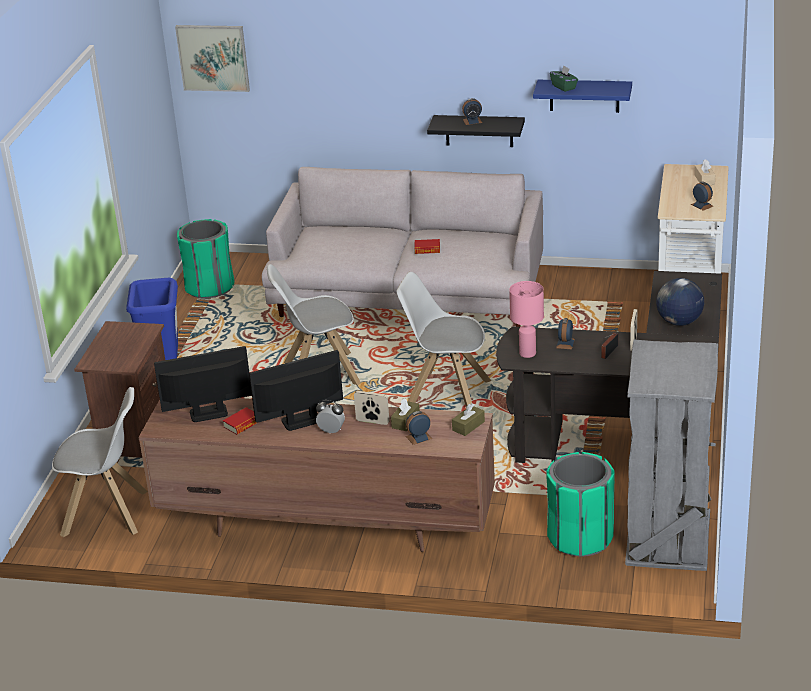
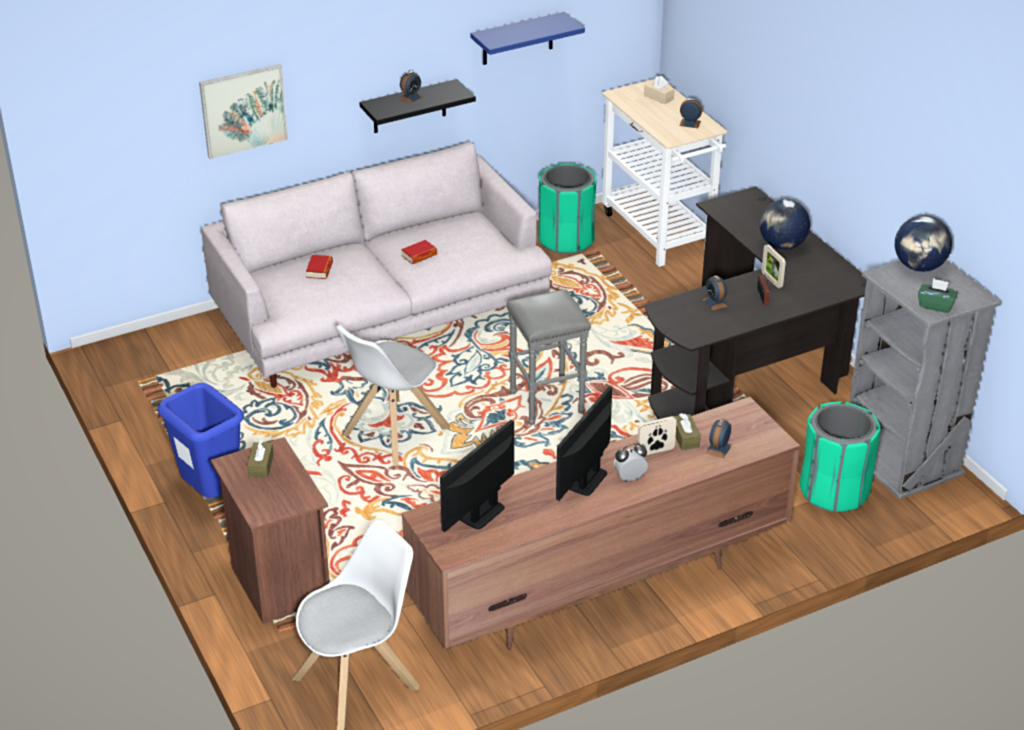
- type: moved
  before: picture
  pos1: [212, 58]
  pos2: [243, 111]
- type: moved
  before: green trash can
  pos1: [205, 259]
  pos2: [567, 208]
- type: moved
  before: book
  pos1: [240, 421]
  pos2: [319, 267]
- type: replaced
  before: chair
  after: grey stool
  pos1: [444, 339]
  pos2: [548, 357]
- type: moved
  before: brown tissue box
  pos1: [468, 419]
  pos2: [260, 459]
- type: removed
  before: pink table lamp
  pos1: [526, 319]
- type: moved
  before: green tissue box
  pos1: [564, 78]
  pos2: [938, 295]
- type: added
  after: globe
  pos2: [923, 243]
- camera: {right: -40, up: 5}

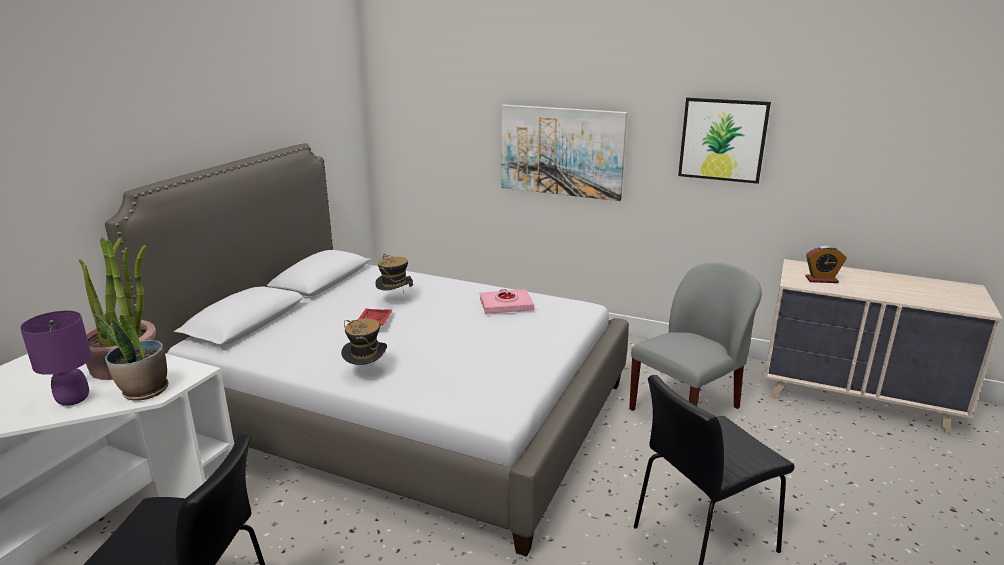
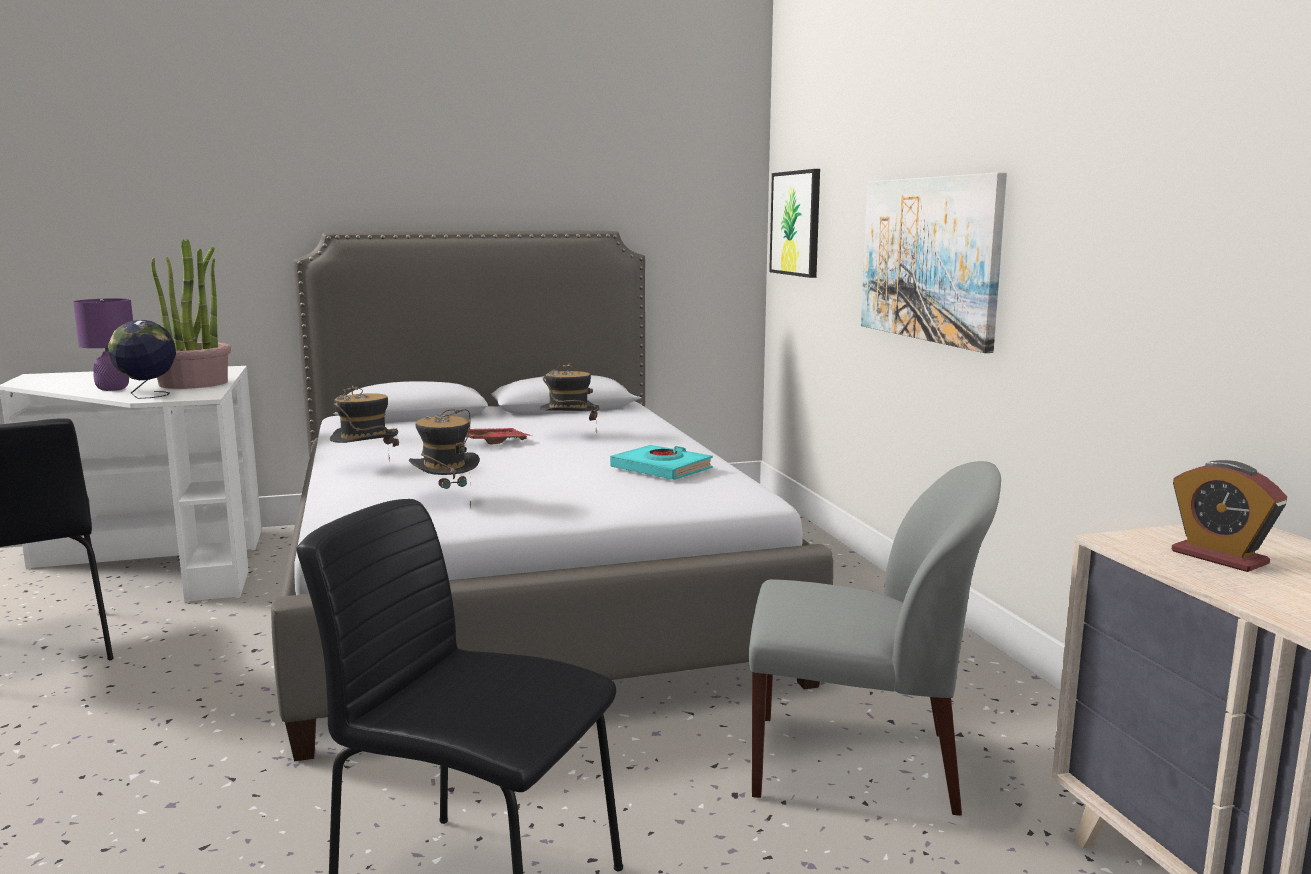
- type: replaced
  before: potted plant
  after: globe
  pos1: [132, 358]
  pos2: [142, 359]
- type: recoloured
  before: pink book
  after: turquoise book
  pos1: [507, 301]
  pos2: [661, 462]
- type: moved
  before: picture
  pos1: [724, 141]
  pos2: [794, 223]
- type: added
  after: hat
  pos2: [444, 458]
- camera: {right: 50, up: -10}

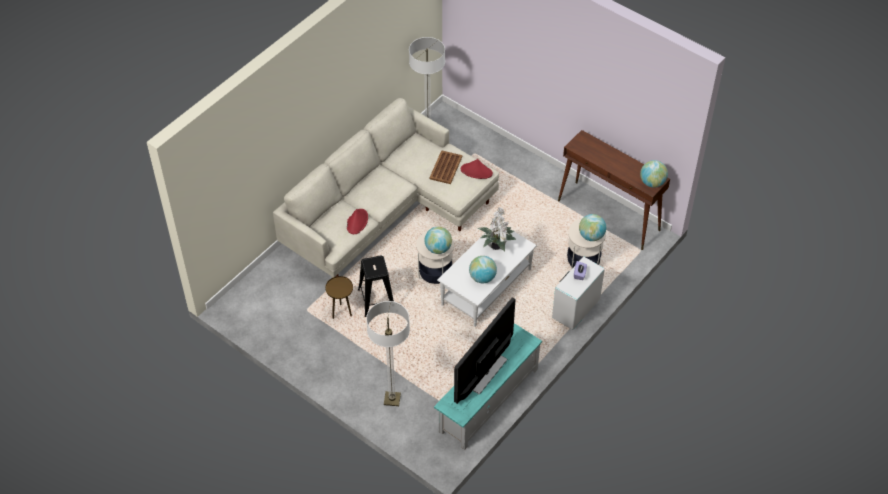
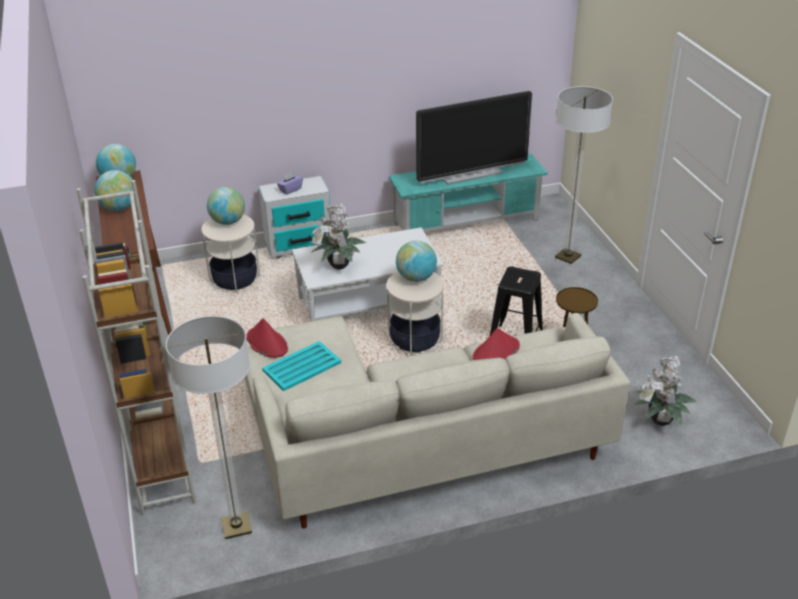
- type: recoloured
  before: brown tray
  after: turquoise tray
  pos1: [445, 167]
  pos2: [301, 366]
- type: moved
  before: globe
  pos1: [483, 269]
  pos2: [114, 190]
- type: added
  after: brown bookcase
  pos2: [136, 347]
- type: added
  after: potted plant
  pos2: [665, 390]
- camera: {right: -145, up: -15}

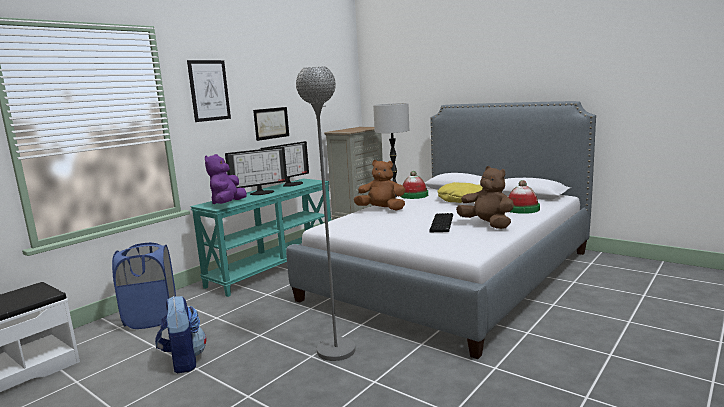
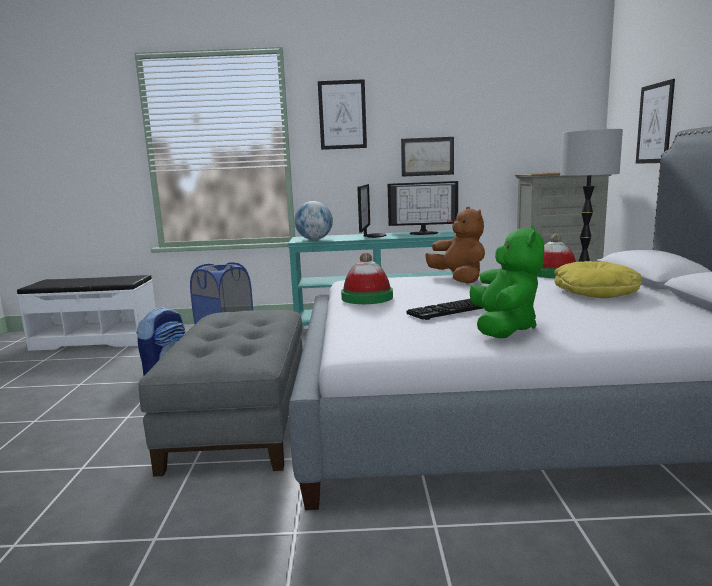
- type: replaced
  before: purple plush toy
  after: globe
  pos1: [226, 179]
  pos2: [313, 220]
- type: turned
  before: monitor
  pos1: [256, 171]
  pos2: [372, 211]
  turn: -105
- type: replaced
  before: grey floor lamp
  after: grey ottoman
  pos1: [326, 214]
  pos2: [220, 393]
- type: recoloured
  before: brown plush toy
  after: green plush toy
  pos1: [485, 197]
  pos2: [506, 281]
- type: moved
  before: hat
  pos1: [524, 197]
  pos2: [367, 278]
- type: added
  after: picture
  pos2: [655, 121]
- camera: {right: 50, up: 0}

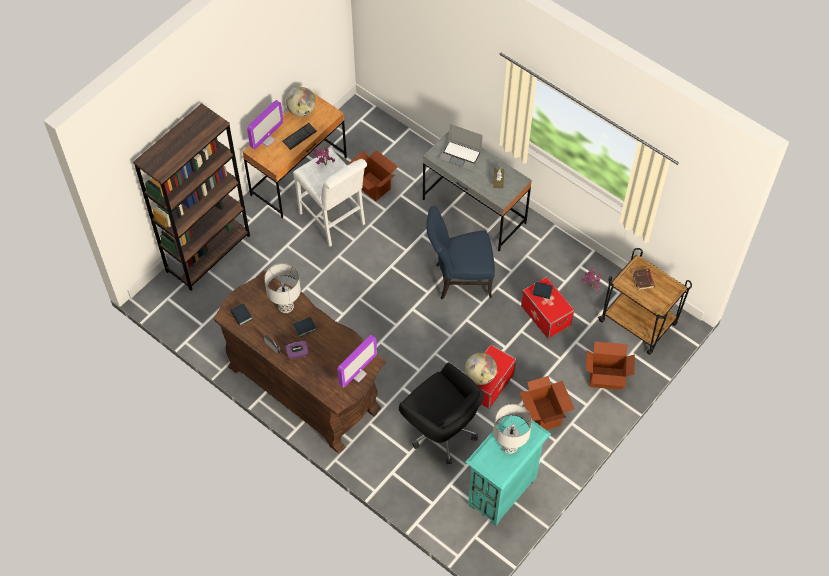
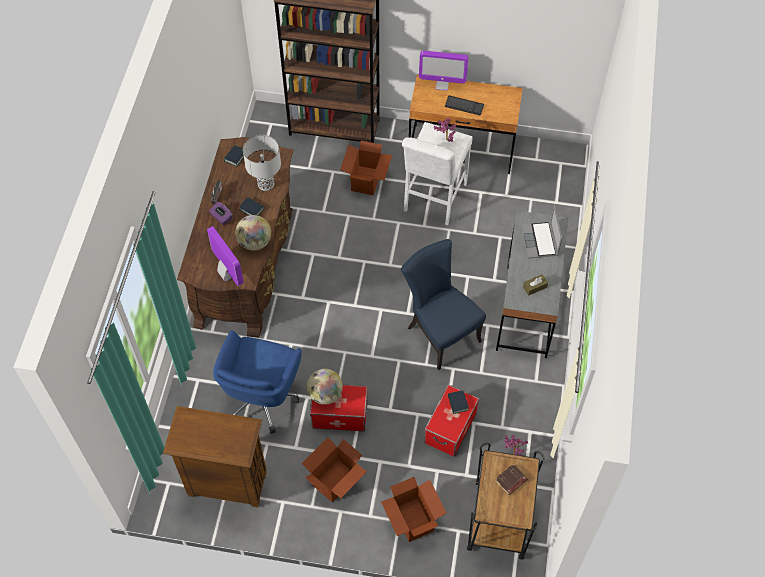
- type: moved
  before: globe
  pos1: [301, 102]
  pos2: [253, 233]
- type: turned
  before: monitor
  pos1: [357, 361]
  pos2: [225, 256]
  turn: -135
- type: moved
  before: cardboard box
  pos1: [373, 175]
  pos2: [366, 168]
- type: recoloured
  before: black office chair
  after: blue office chair
  pos1: [441, 413]
  pos2: [257, 382]
- type: recoloured
  before: turquoise cabinet
  after: brown cabinet
  pos1: [508, 470]
  pos2: [215, 456]
- type: removed
  before: white table lamp
  pos1: [512, 429]
- camera: {right: 60, up: 0}

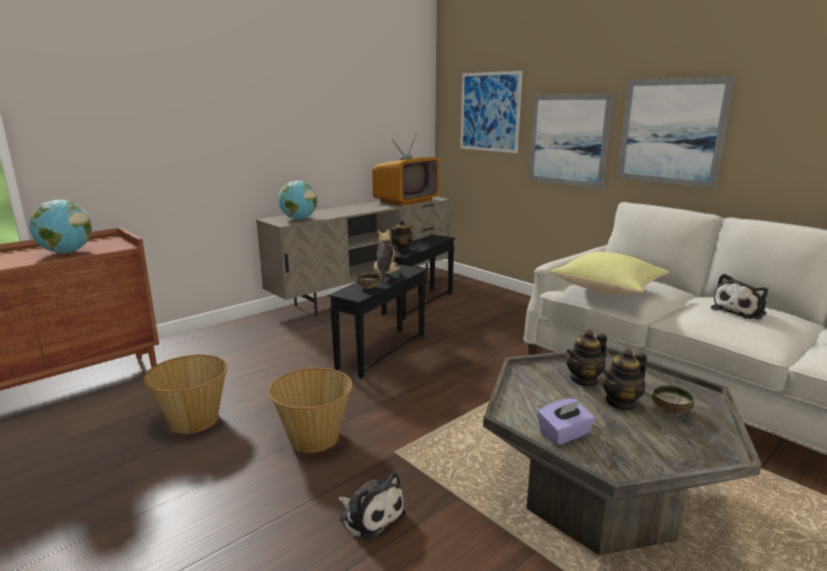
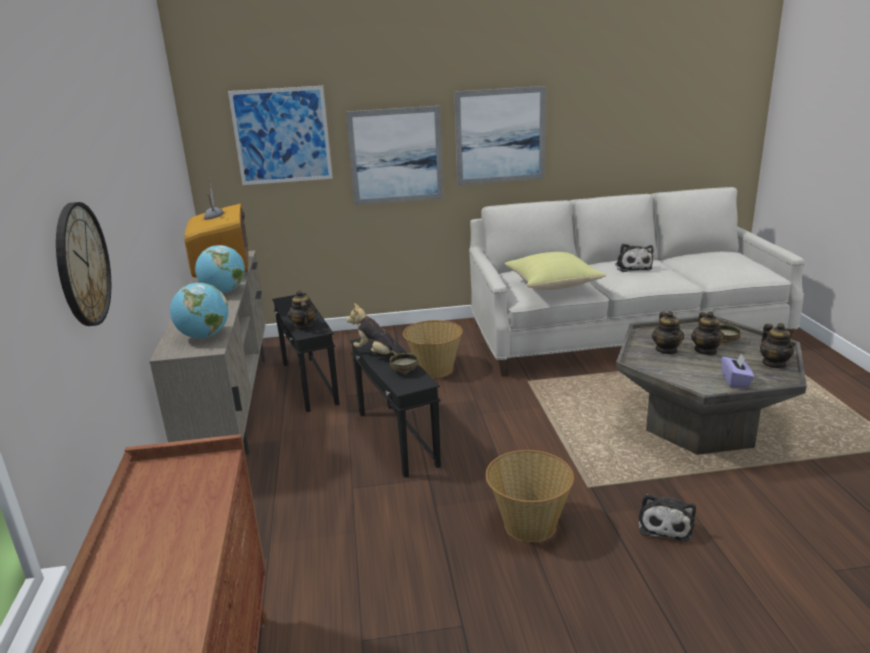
- type: moved
  before: globe
  pos1: [60, 226]
  pos2: [220, 269]
- type: moved
  before: basket
  pos1: [185, 394]
  pos2: [433, 349]
- type: turned
  before: plush toy
  pos1: [372, 506]
  pos2: [667, 518]
  turn: 120
- type: added
  after: wall clock
  pos2: [83, 264]
- type: added
  after: teapot
  pos2: [777, 346]
- camera: {right: -55, up: 5}

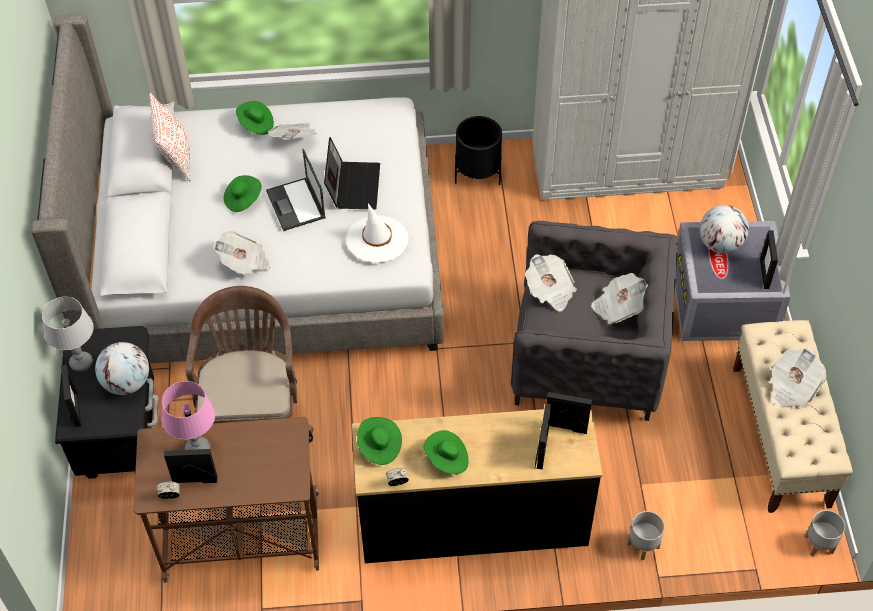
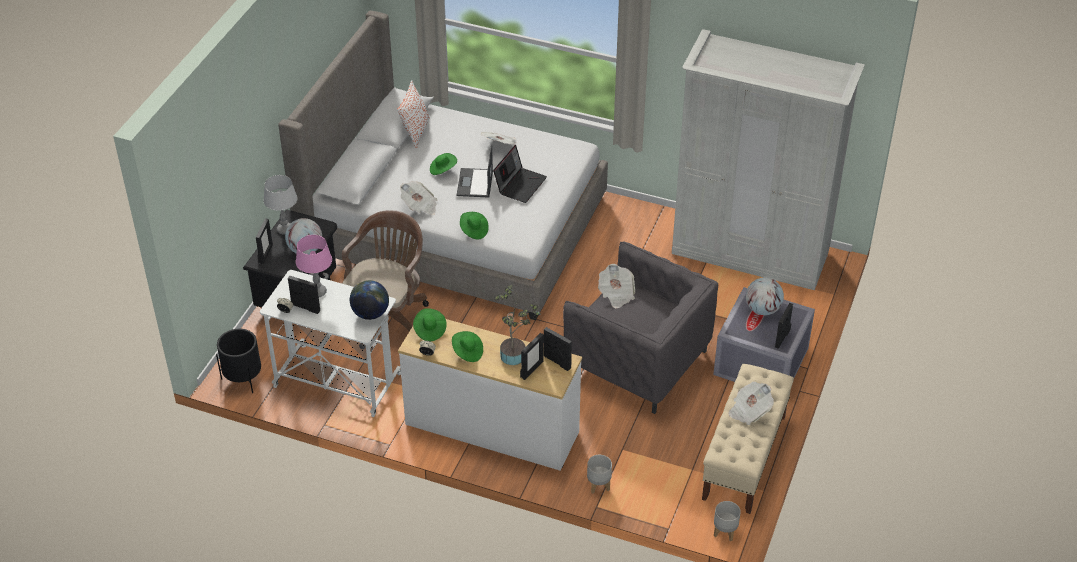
- type: recoloured
  before: brown desk
  after: white desk
  pos1: [226, 499]
  pos2: [330, 343]
- type: moved
  before: green hat
  pos1: [255, 118]
  pos2: [474, 226]
- type: removed
  before: white hat
  pos1: [377, 233]
- type: recoloured
  before: black dresser
  after: white dresser
  pos1: [477, 486]
  pos2: [490, 395]
- type: moved
  before: black planter
  pos1: [478, 150]
  pos2: [238, 361]
- type: removed
  before: newspaper
  pos1: [619, 299]
- type: added
  after: globe
  pos2: [369, 300]
- type: added
  after: potted plant
  pos2: [517, 325]
- camera: {right: 25, up: -10}

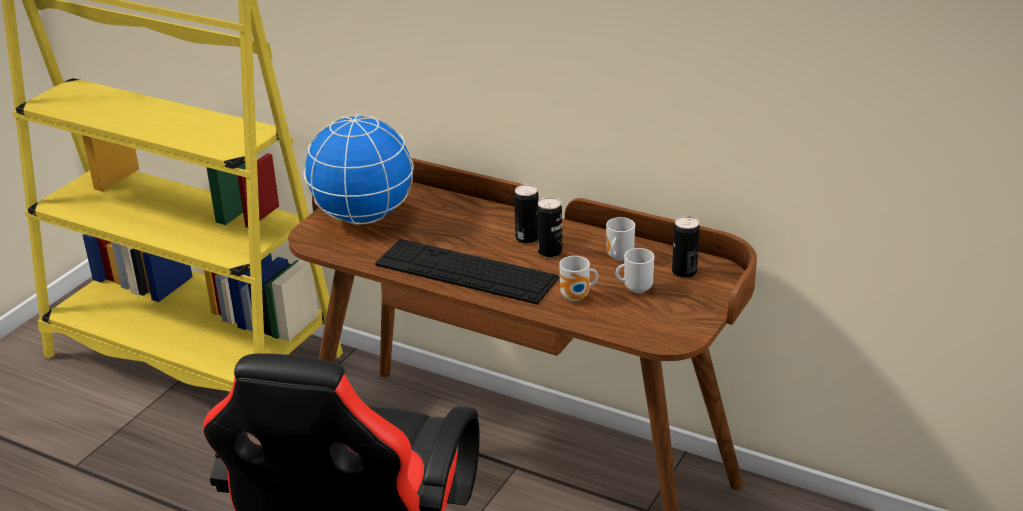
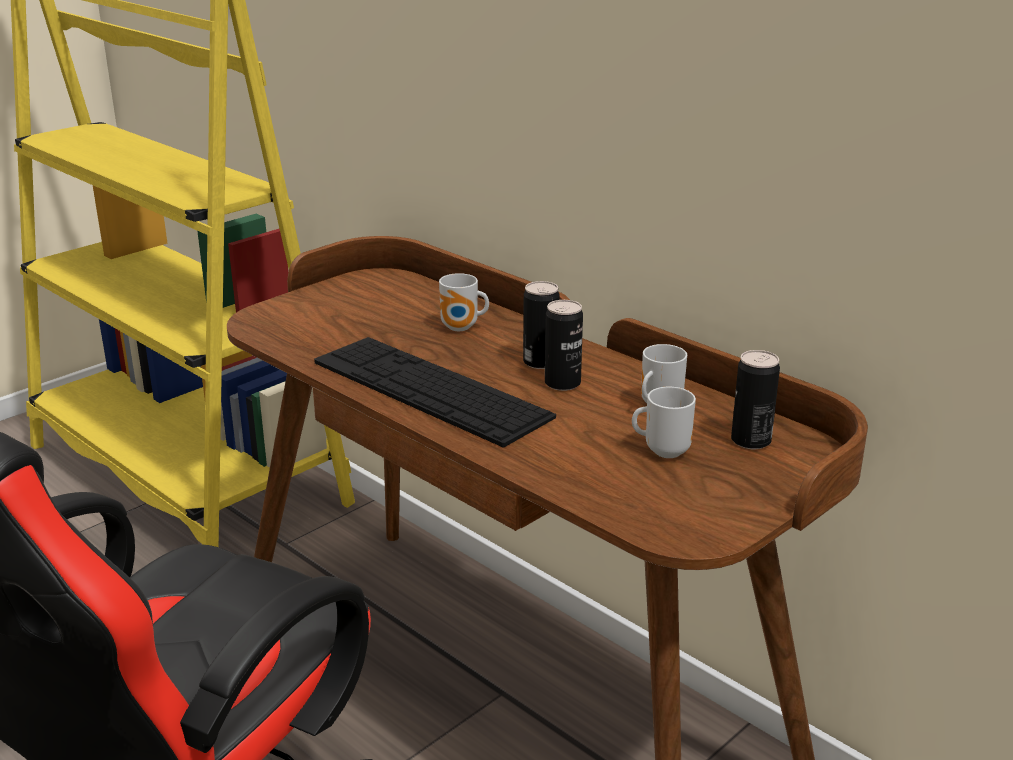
- type: removed
  before: globe
  pos1: [359, 169]
- type: moved
  before: mug
  pos1: [578, 278]
  pos2: [464, 302]
- camera: {right: 15, up: -5}

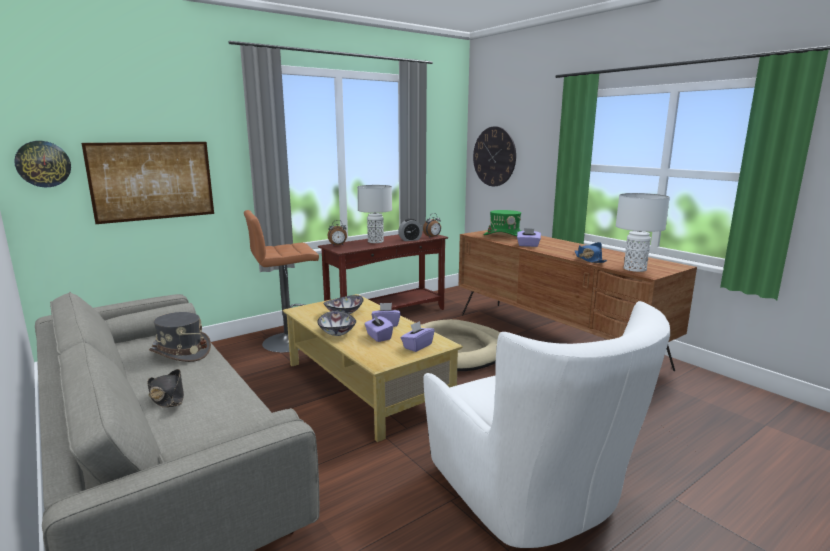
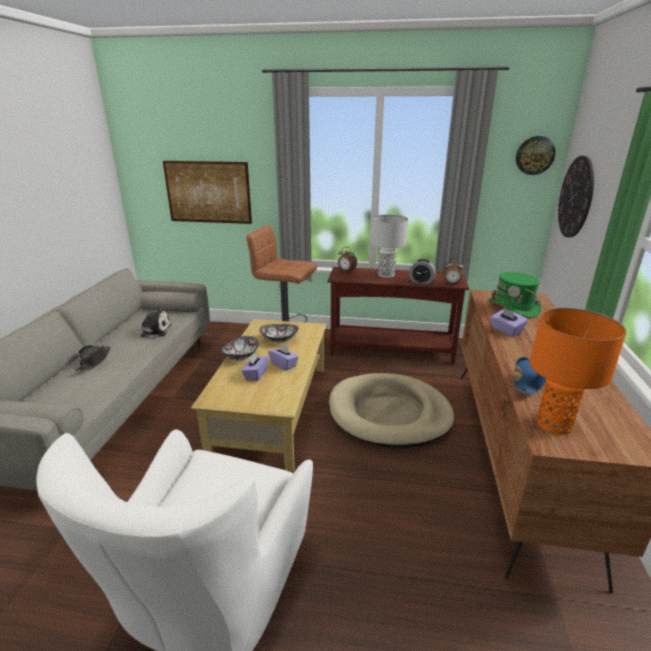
- type: moved
  before: wall clock
  pos1: [42, 164]
  pos2: [536, 155]
- type: replaced
  before: grey hat
  after: plush toy
  pos1: [180, 337]
  pos2: [151, 322]
- type: removed
  before: purple tissue box
  pos1: [418, 336]
- type: recoloured
  before: white table lamp
  after: orange table lamp
  pos1: [643, 232]
  pos2: [578, 371]
- camera: {right: 45, up: 10}

